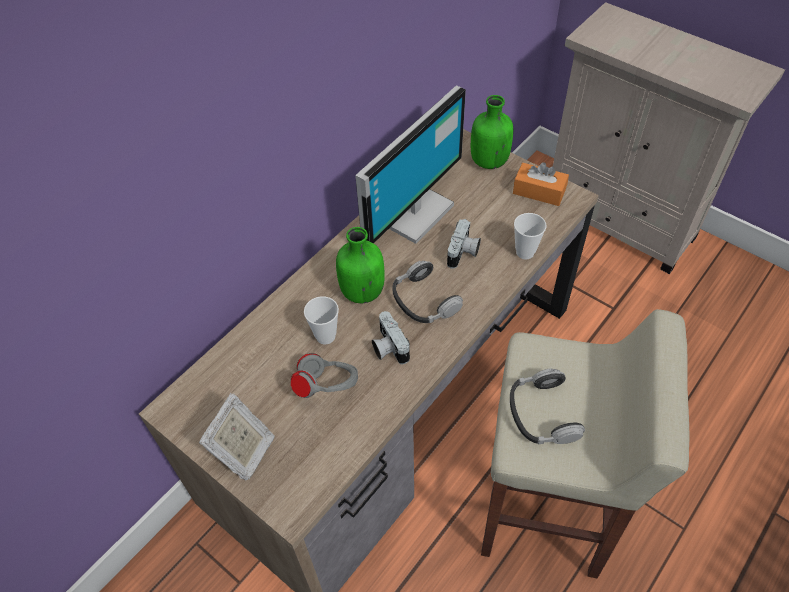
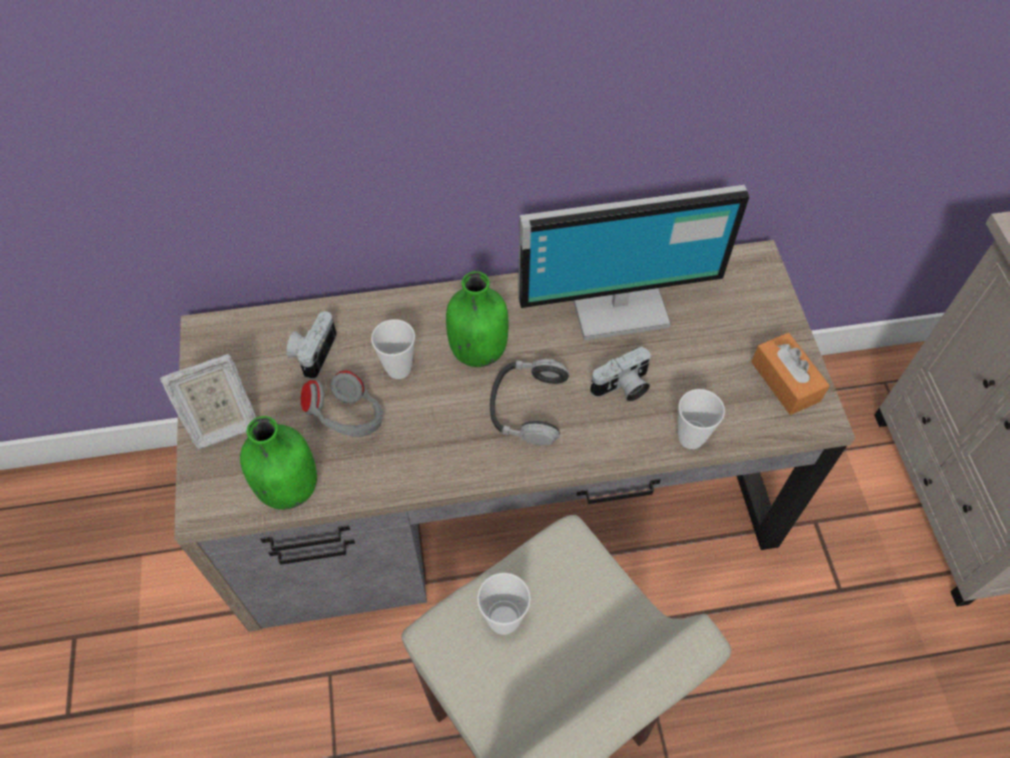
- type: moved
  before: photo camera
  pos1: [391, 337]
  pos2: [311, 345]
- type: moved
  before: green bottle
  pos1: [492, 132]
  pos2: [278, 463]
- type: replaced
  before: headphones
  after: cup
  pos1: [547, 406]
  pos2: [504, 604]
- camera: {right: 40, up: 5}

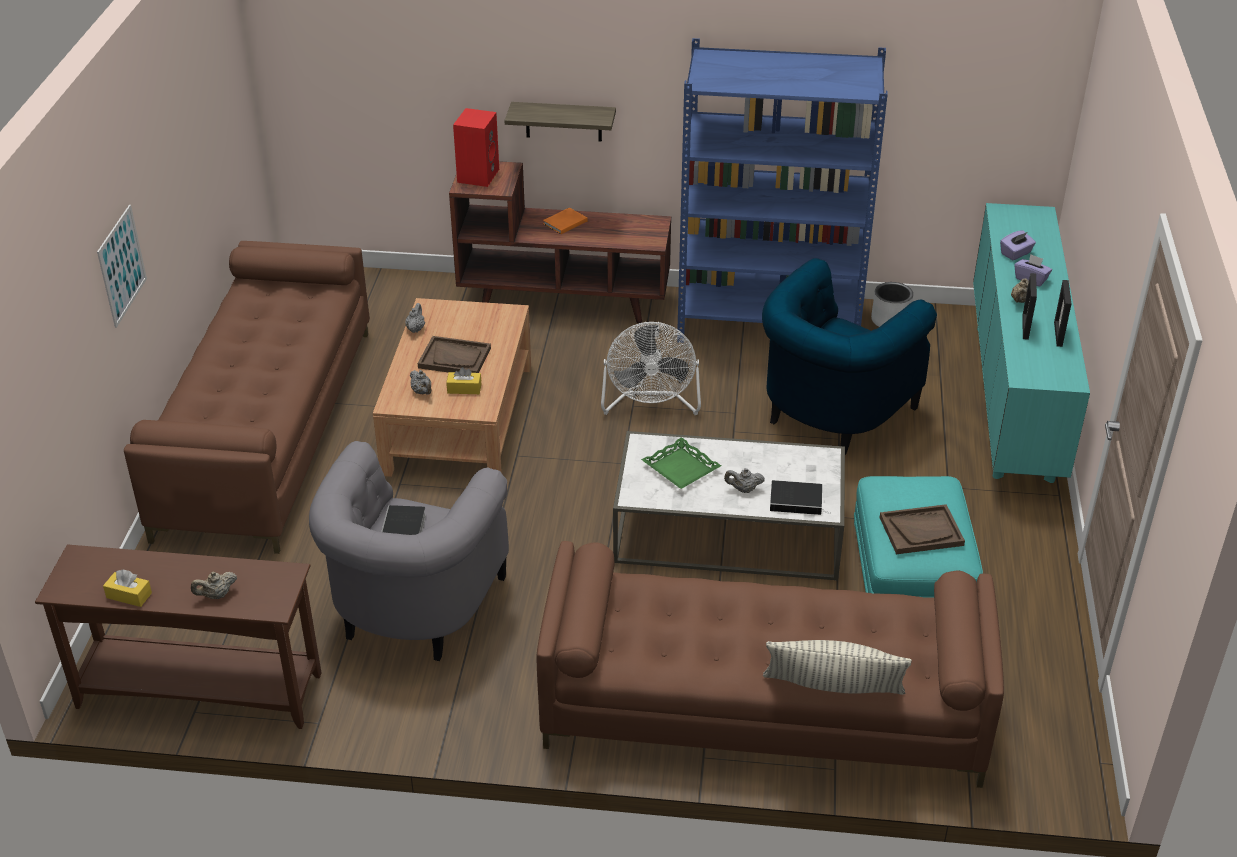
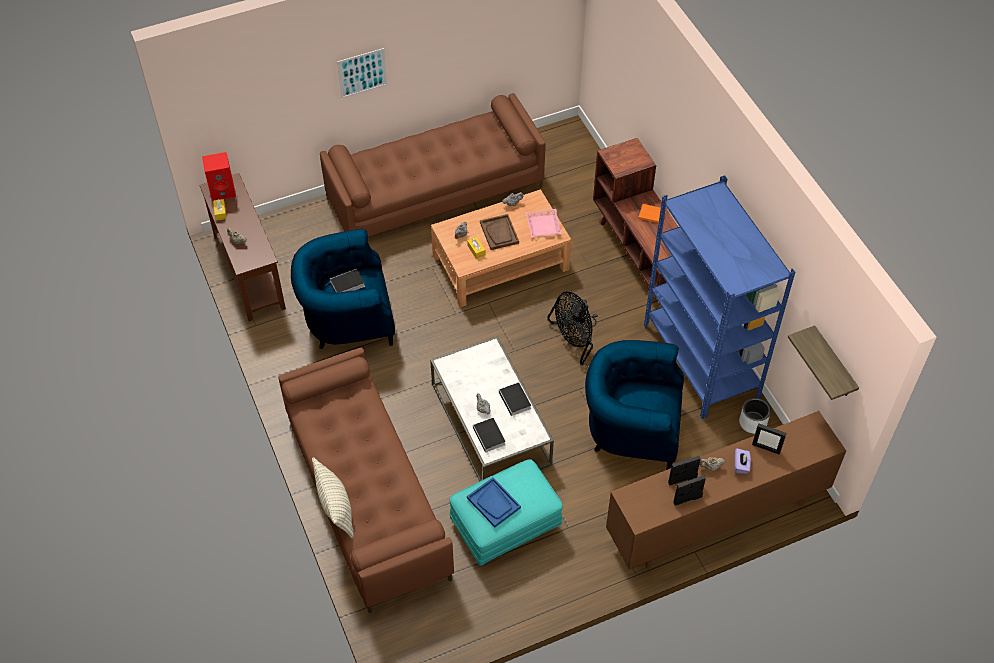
- type: recoloured
  before: grey armchair
  after: blue armchair
  pos1: [409, 551]
  pos2: [343, 289]
- type: moved
  before: red speaker
  pos1: [476, 147]
  pos2: [219, 176]
- type: moved
  before: shelf
  pos1: [560, 122]
  pos2: [823, 362]
- type: recoloured
  before: white fan
  after: black fan
  pos1: [651, 368]
  pos2: [573, 329]
- type: removed
  before: green tray
  pos1: [681, 463]
- type: recoloured
  before: brown tray
  after: blue tray
  pos1: [922, 529]
  pos2: [494, 502]
- type: recoloured
  before: turquoise cabinet
  after: brown cabinet
  pos1: [1031, 343]
  pos2: [726, 490]
- type: replaced
  before: purple tissue box
  after: picture frame
  pos1: [1018, 245]
  pos2: [769, 439]
- type: added
  after: book
  pos2: [515, 401]
- type: added
  after: pink tray
  pos2: [544, 223]
- camera: {right: 60, up: 15}

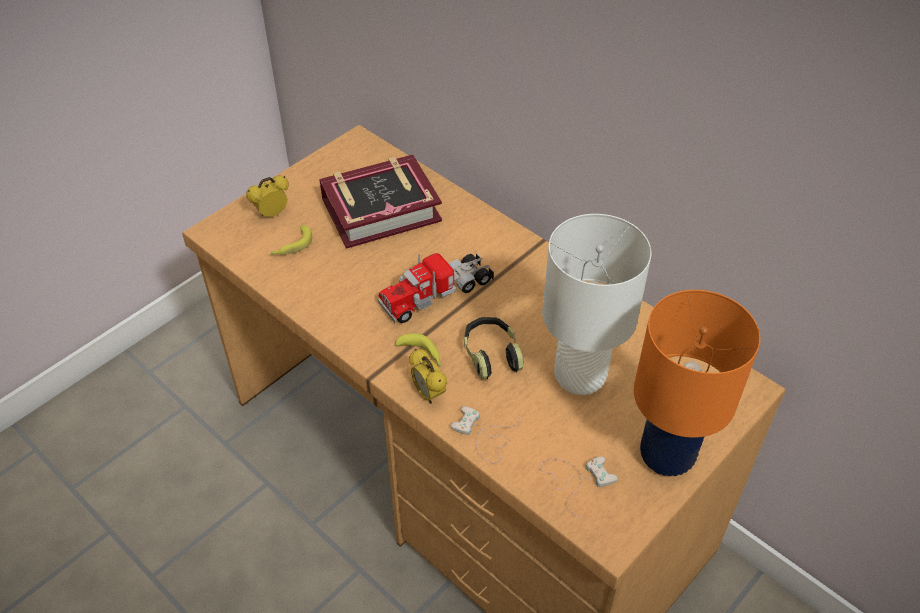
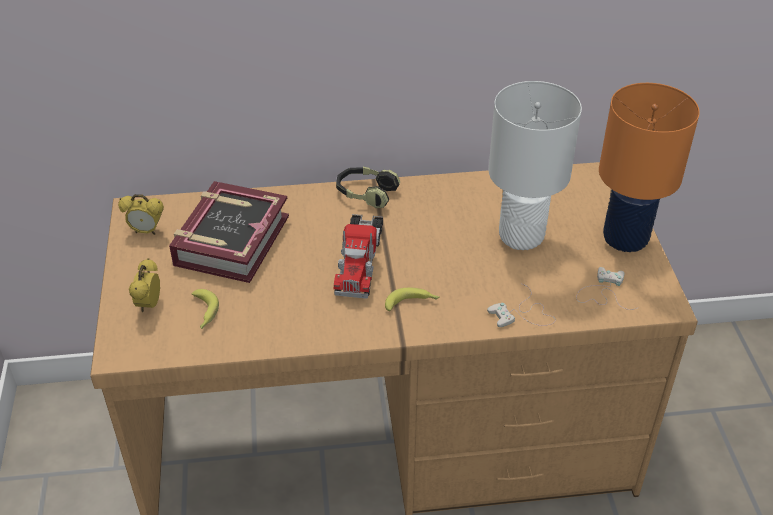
- type: moved
  before: alarm clock
  pos1: [428, 376]
  pos2: [141, 214]
- type: moved
  before: headphones
  pos1: [494, 348]
  pos2: [368, 187]
- camera: {right: -50, up: -5}

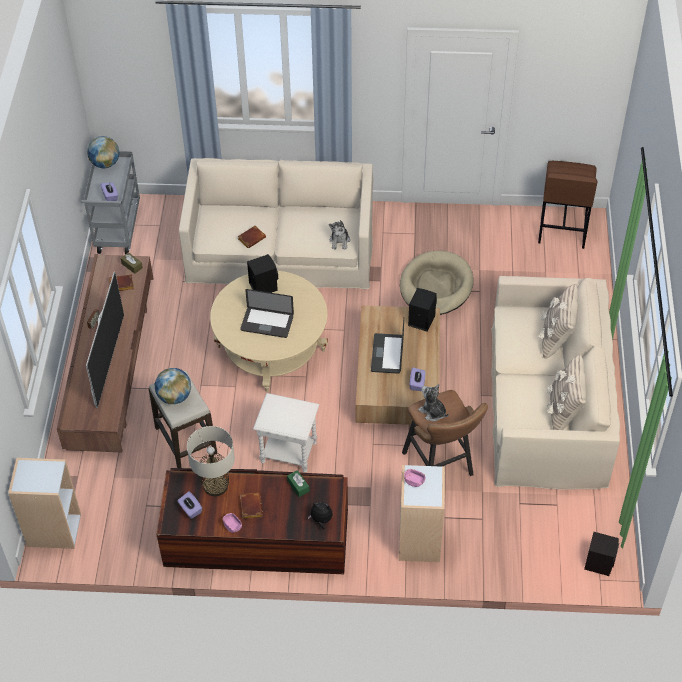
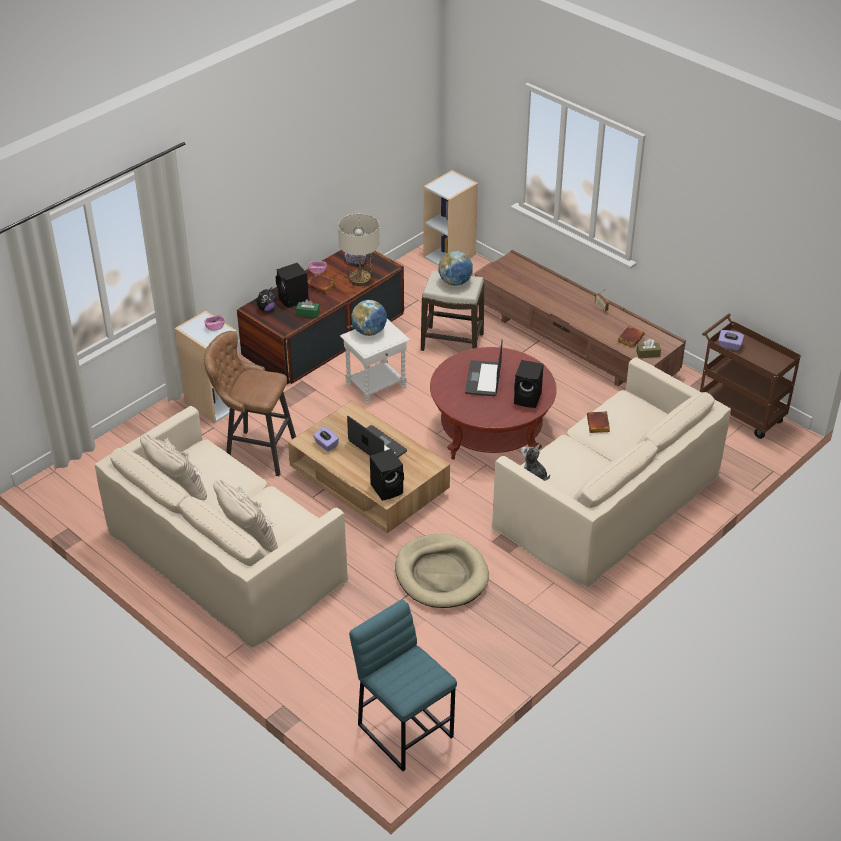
- type: recoloured
  before: grey cart
  after: brown cart
  pos1: [110, 202]
  pos2: [750, 376]
- type: removed
  before: television
  pos1: [105, 340]
- type: moved
  before: globe
  pos1: [103, 152]
  pos2: [369, 318]
- type: recoloured
  before: beige coffee table
  after: red coffee table
  pos1: [269, 331]
  pos2: [493, 403]
- type: turned
  before: laptop
  pos1: [267, 313]
  pos2: [483, 368]
  turn: -45
- type: removed
  before: plush toy
  pos1: [433, 402]
- type: recoloured
  before: brown stool
  after: blue stool
  pos1: [567, 205]
  pos2: [403, 685]
- type: moved
  before: black speaker
  pos1: [601, 554]
  pos2: [292, 285]
- camera: {right: 130, up: -10}

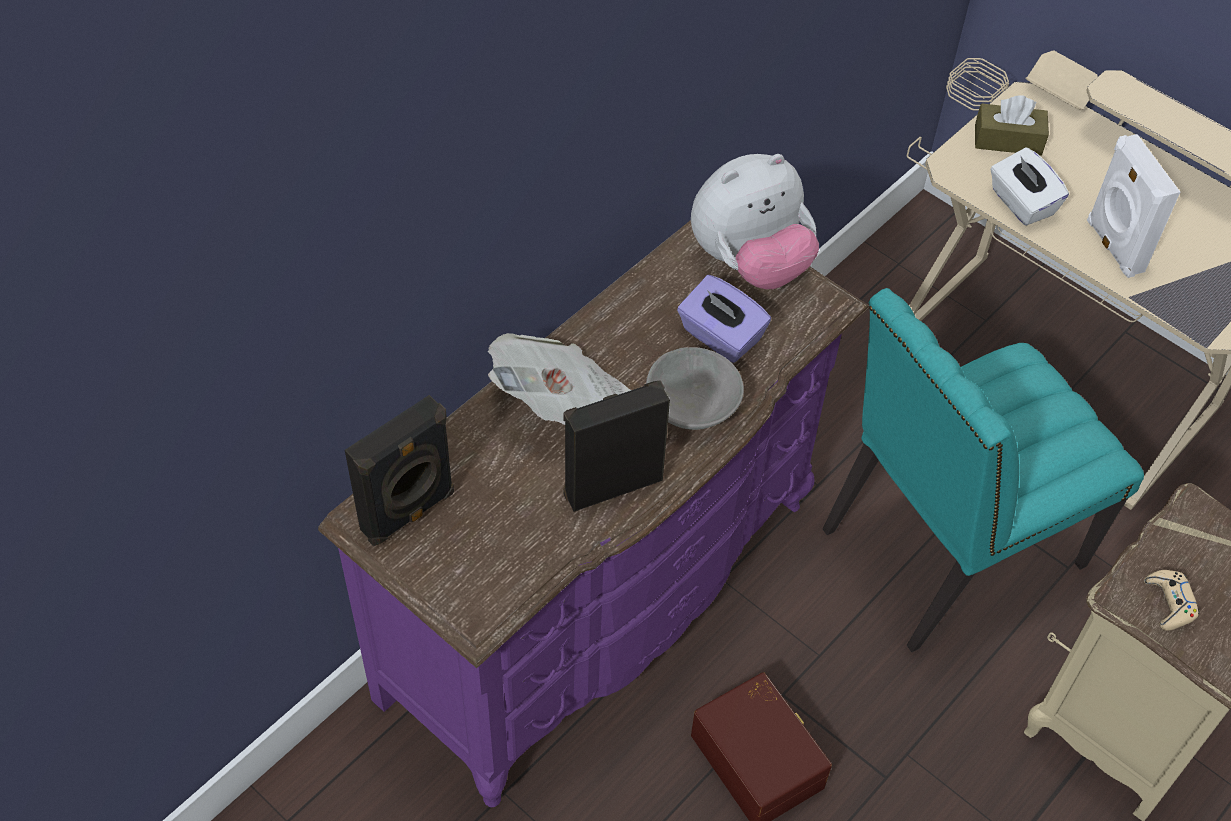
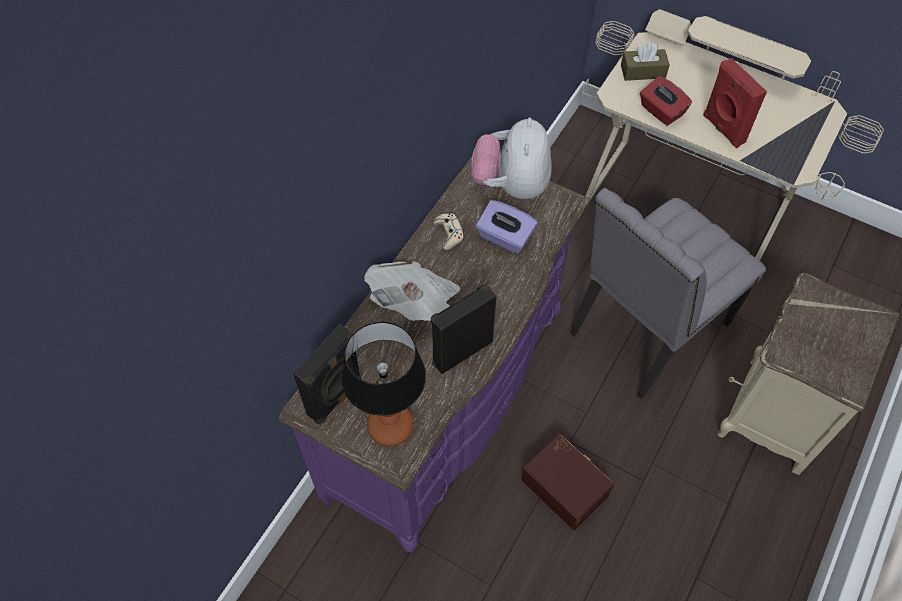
- type: removed
  before: grey bowl
  pos1: [695, 388]
- type: turned
  before: plush toy
  pos1: [755, 221]
  pos2: [511, 158]
  turn: 135
- type: recoloured
  before: turquoise chair
  after: grey chair
  pos1: [983, 470]
  pos2: [668, 293]
- type: recoloured
  before: white tissue box
  after: red tissue box
  pos1: [1029, 186]
  pos2: [666, 101]
- type: recoloured
  before: white speaker
  after: red speaker
  pos1: [1133, 206]
  pos2: [735, 103]
- type: moved
  before: beige game controller
  pos1: [1171, 600]
  pos2: [448, 231]
- type: added
  after: table lamp
  pos2: [383, 384]
- camera: {right: -10, up: 5}

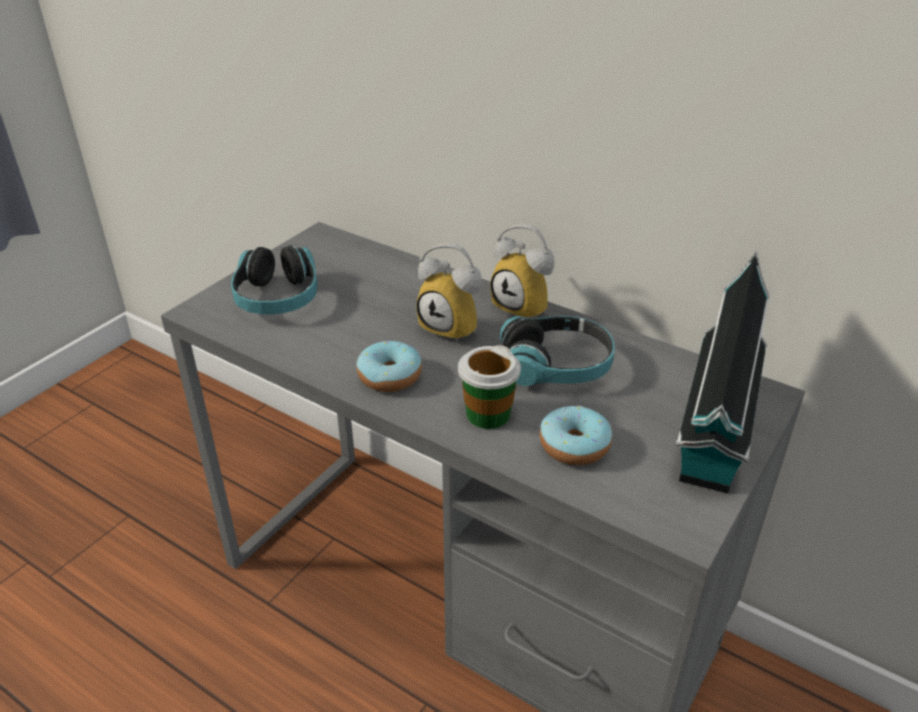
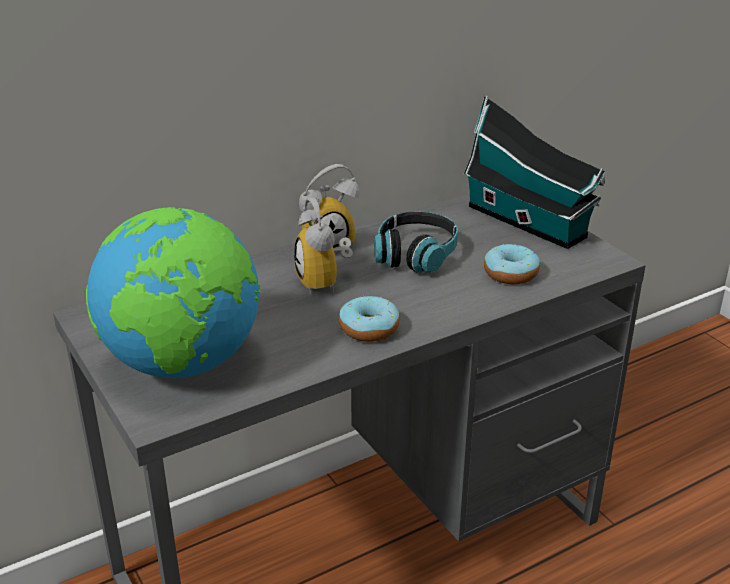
- type: replaced
  before: headphones
  after: globe
  pos1: [274, 279]
  pos2: [173, 292]
- type: turned
  before: alarm clock
  pos1: [449, 293]
  pos2: [323, 246]
  turn: 105
- type: removed
  before: cup
  pos1: [489, 387]
- camera: {right: -65, up: -5}

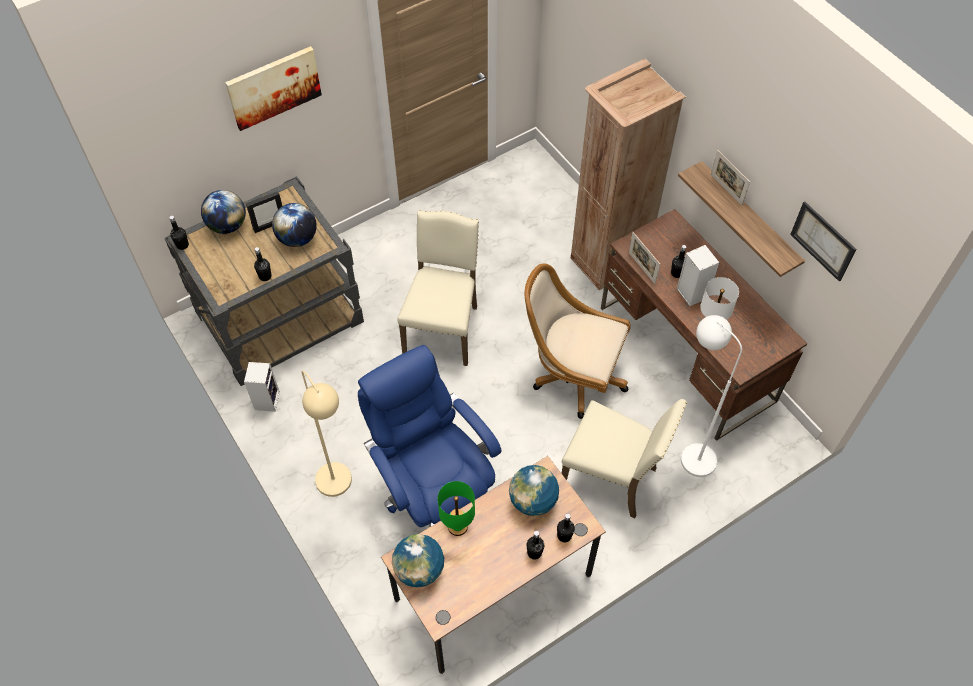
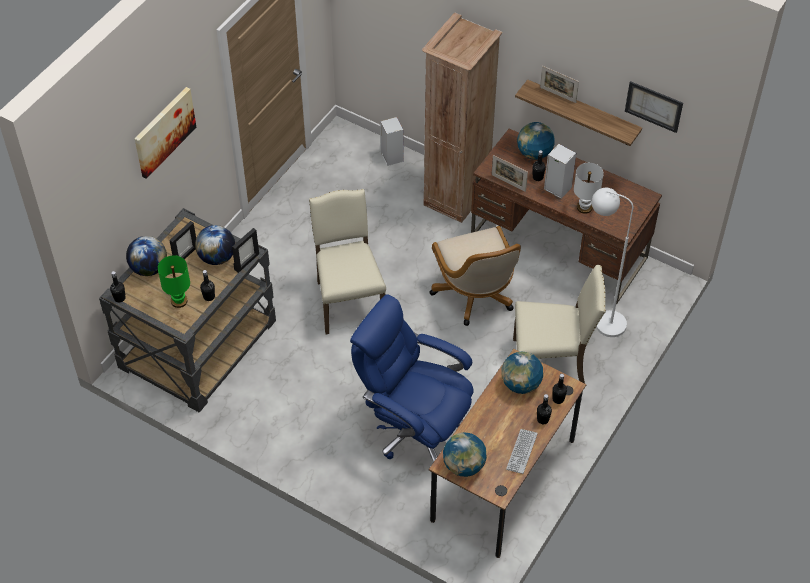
- type: moved
  before: speaker
  pos1: [262, 387]
  pos2: [391, 141]
- type: removed
  before: beige floor lamp
  pos1: [327, 433]
- type: moved
  before: green table lamp
  pos1: [456, 508]
  pos2: [174, 281]
- type: turned
  before: office chair
  pos1: [577, 341]
  pos2: [475, 276]
  turn: -105
- type: added
  after: picture frame
  pos2: [245, 250]
- type: added
  after: keyboard
  pos2: [522, 451]
- type: added
  after: globe
  pos2: [536, 141]
- camera: {right: -25, up: -5}

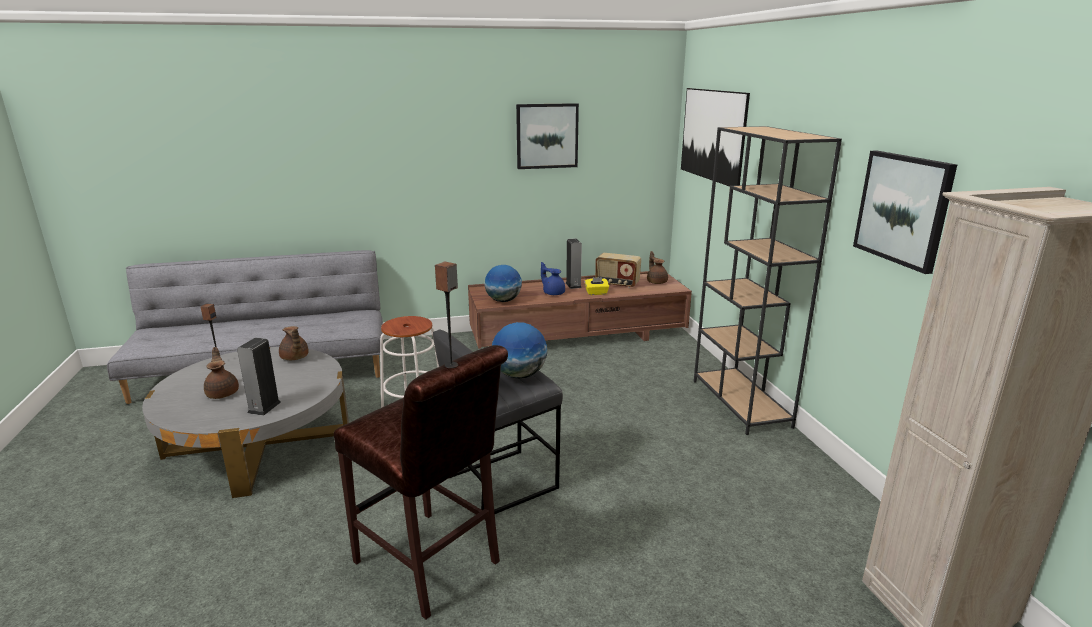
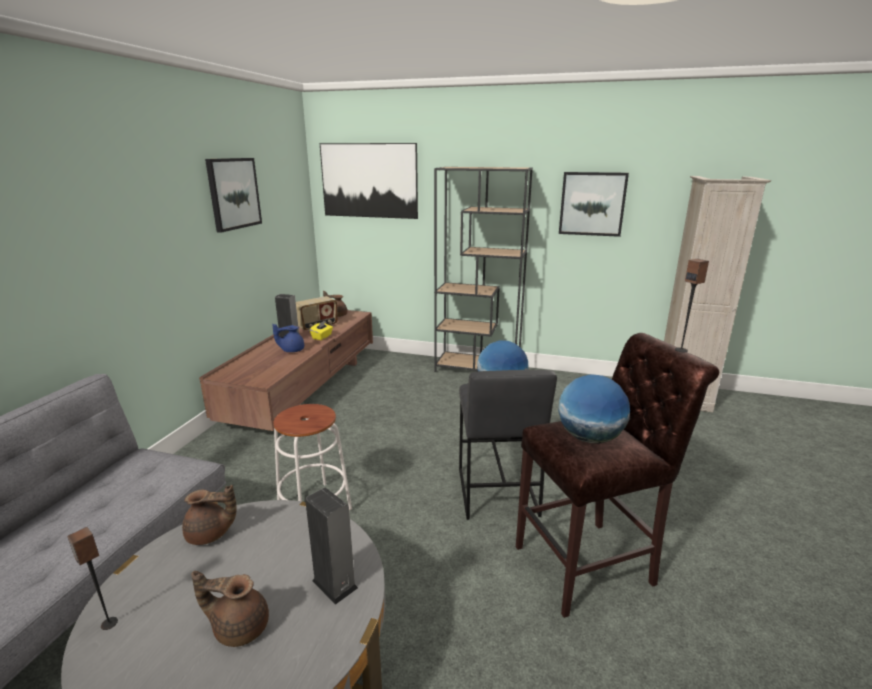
- type: moved
  before: globe
  pos1: [503, 283]
  pos2: [594, 409]
- camera: {right: -60, up: 0}

